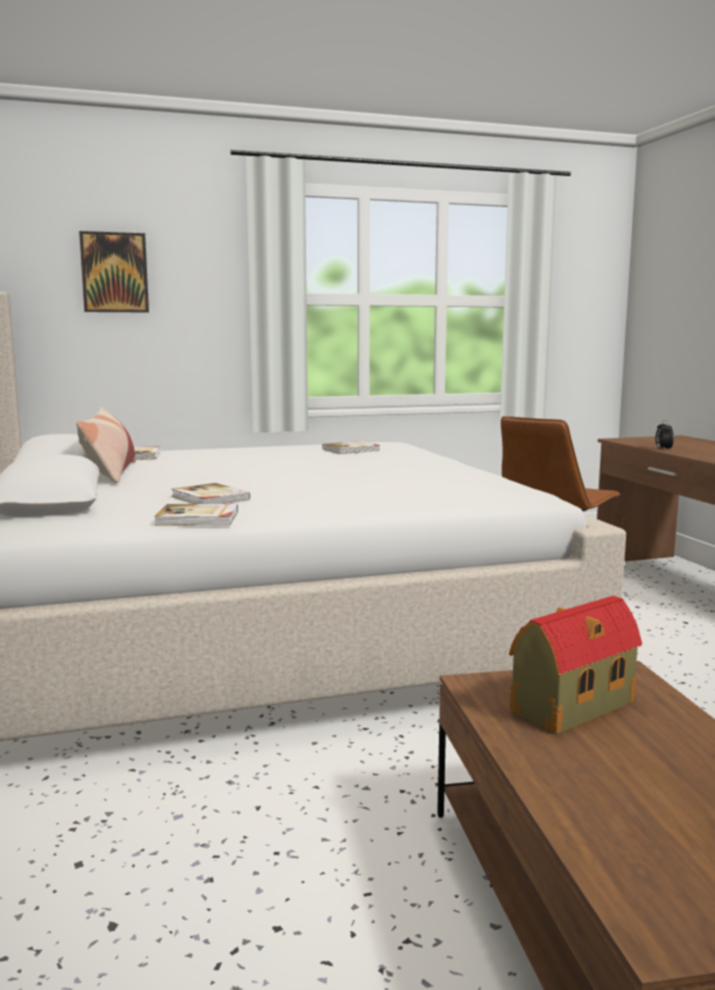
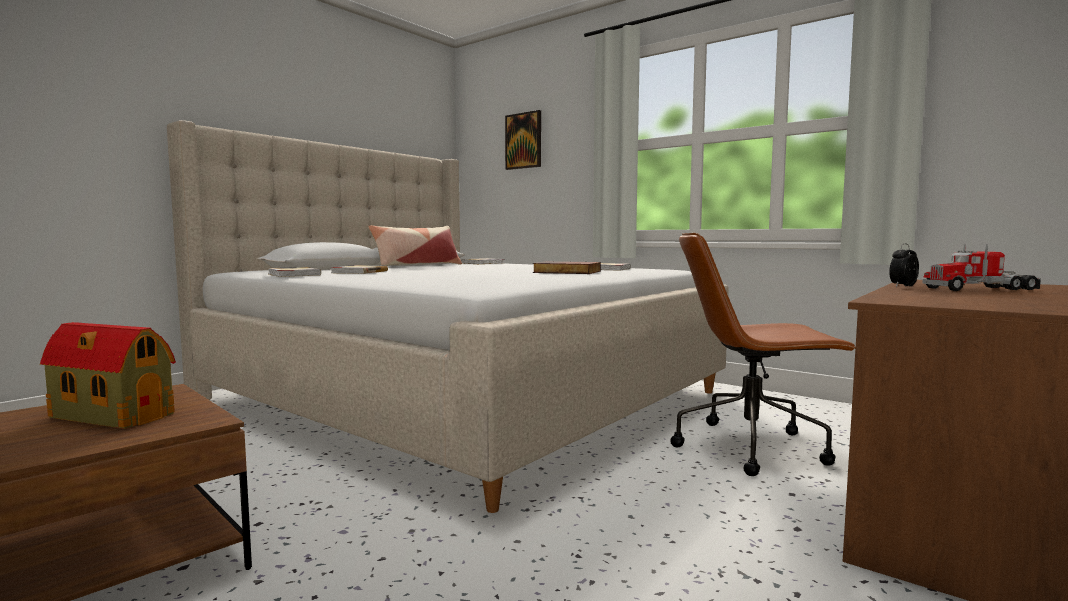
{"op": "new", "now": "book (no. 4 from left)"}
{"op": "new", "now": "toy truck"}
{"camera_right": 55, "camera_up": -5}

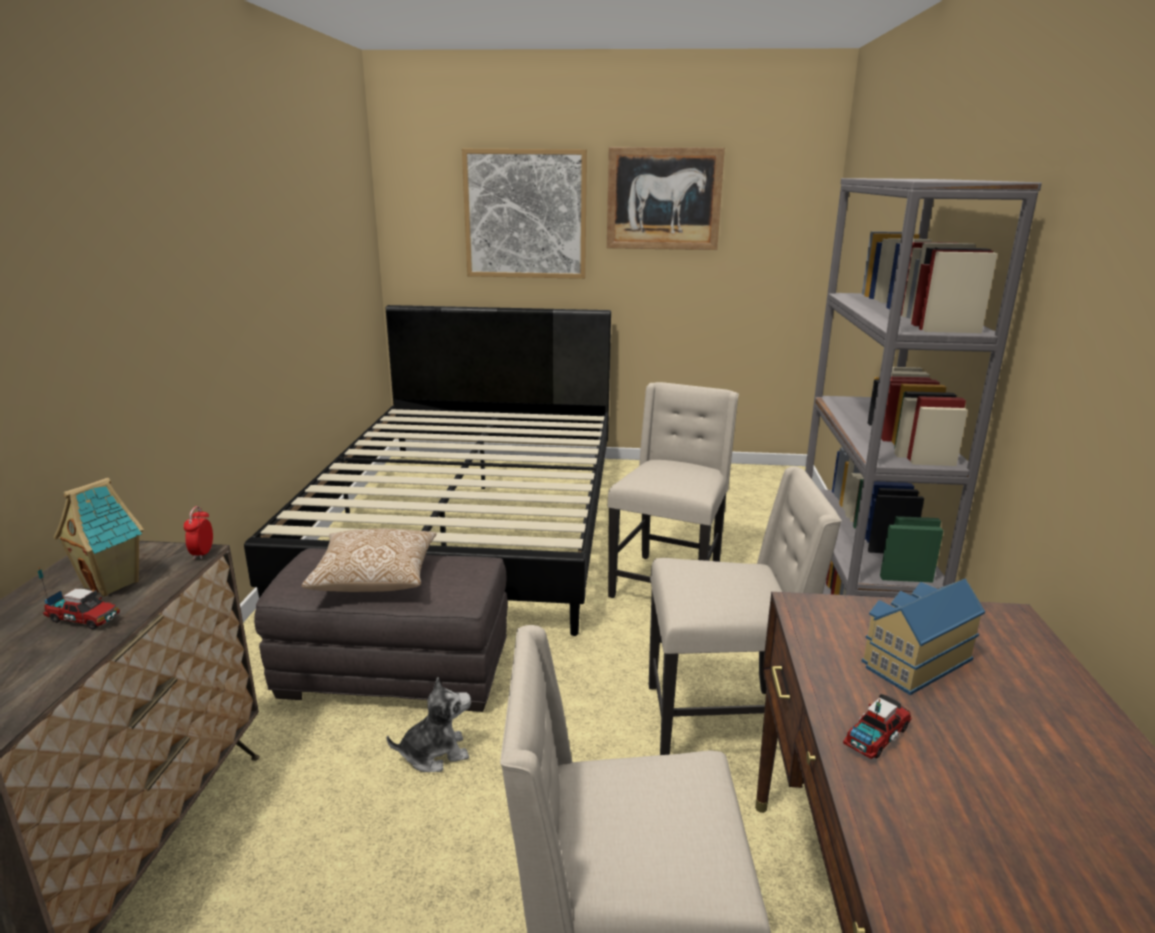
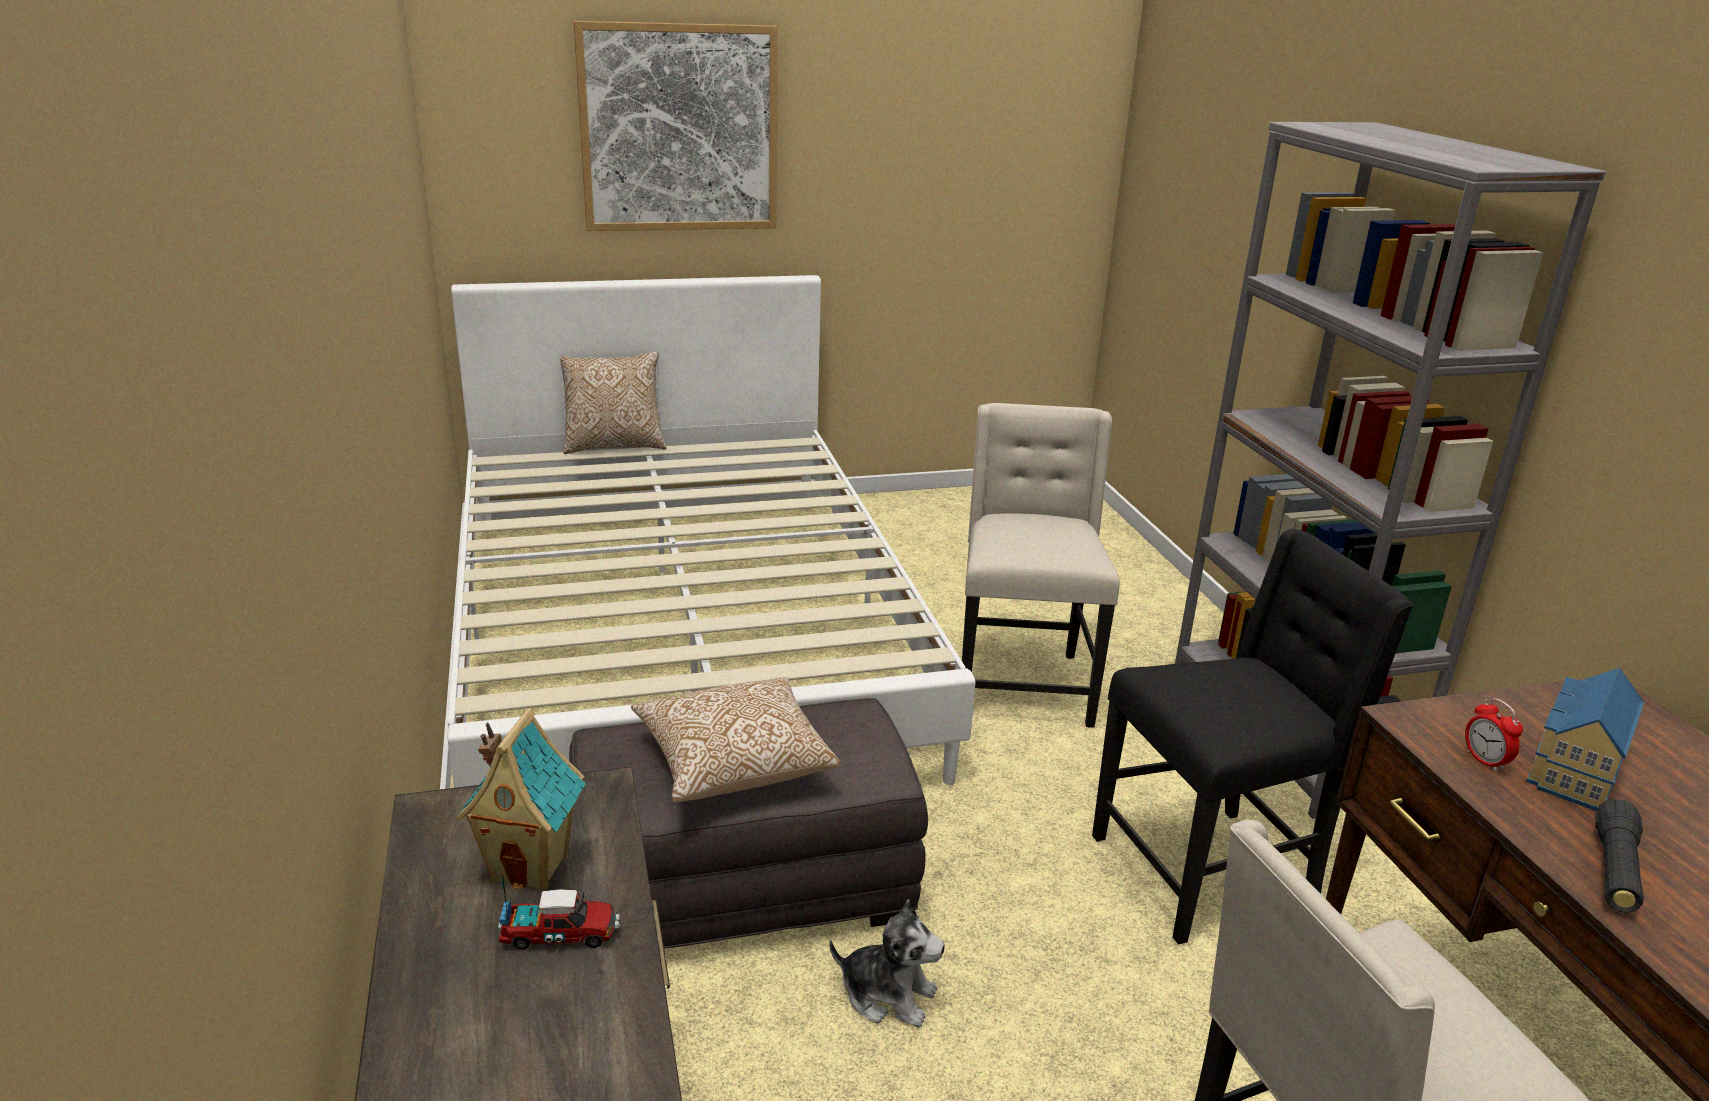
{"op": "repainted", "was": "bed (black)", "now": "bed (white)"}
{"op": "new", "now": "pillow (no. 1 from left)"}
{"op": "rotated", "was": "plush toy", "clockwise": 60}
{"op": "repainted", "was": "chair (beige) (no. 3 from left)", "now": "chair (black)"}
{"op": "shifted", "was": "alarm clock"}
{"op": "swapped", "was": "toy truck (no. 2 from left)", "now": "flashlight (black)"}
{"op": "gone", "was": "picture (no. 2 from left)"}
{"camera_right": -20, "camera_up": 5}

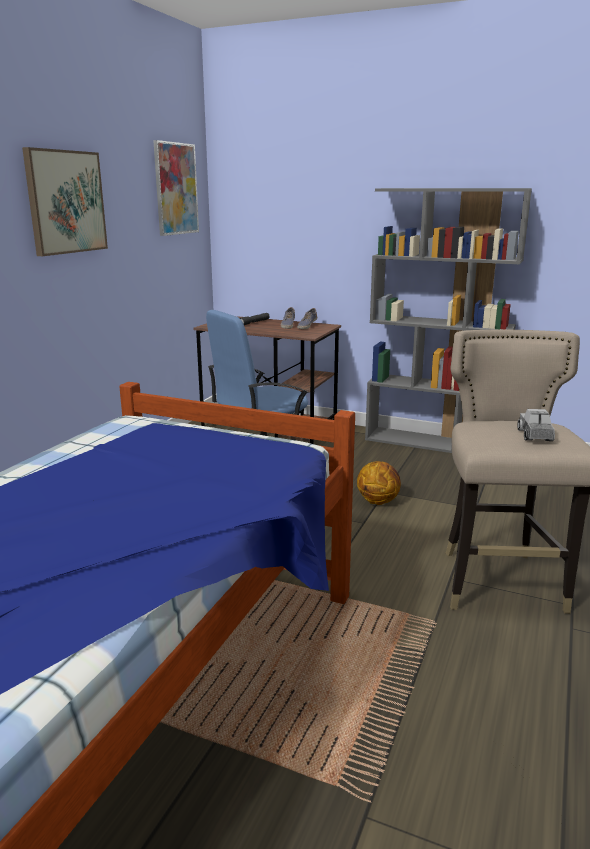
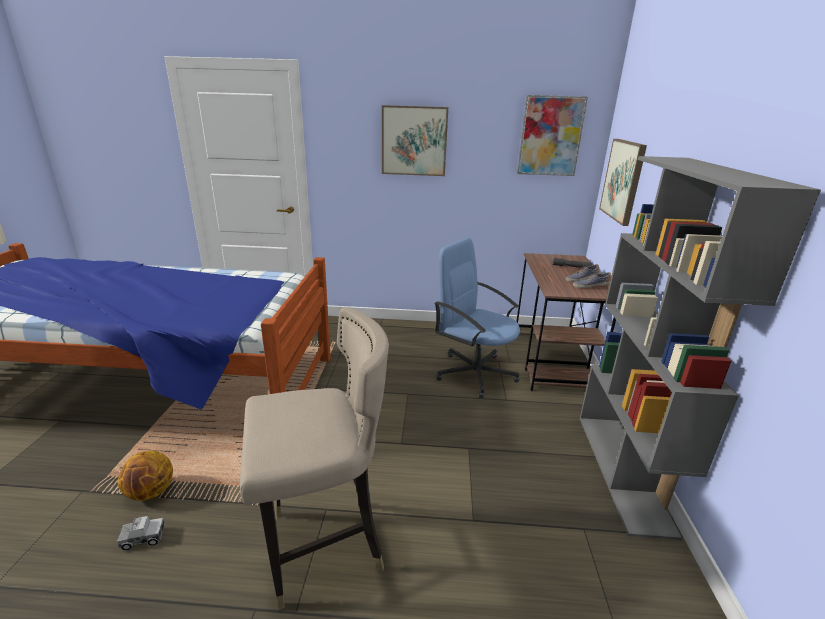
{"op": "shifted", "was": "basketball"}
{"op": "shifted", "was": "toy truck"}
{"op": "new", "now": "picture (no. 3 from left)"}
{"camera_right": 70, "camera_up": 5}

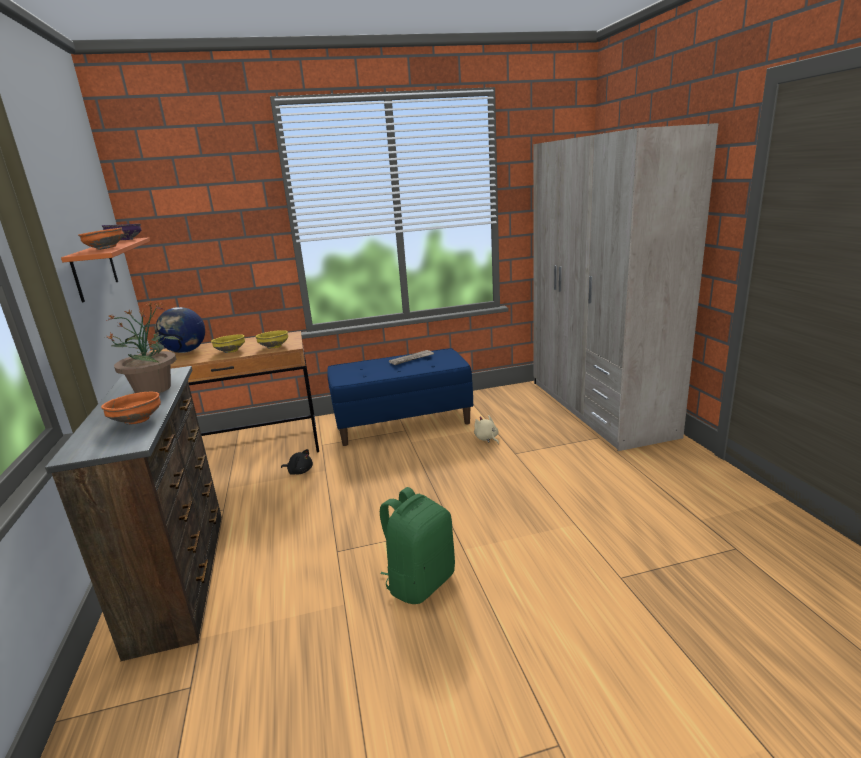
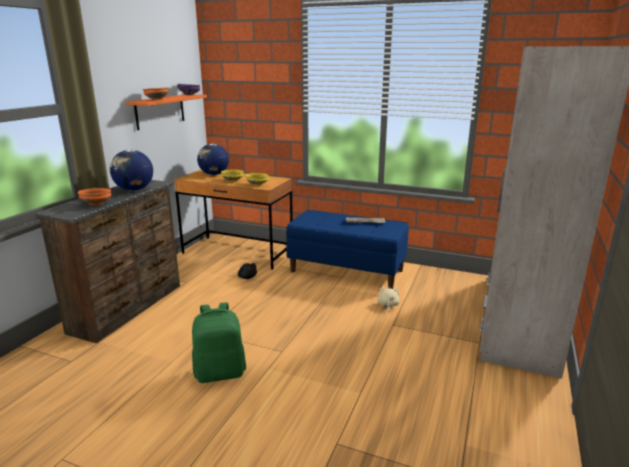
{"op": "swapped", "was": "potted plant", "now": "globe (no. 1 from left)"}
{"camera_right": 35, "camera_up": 0}

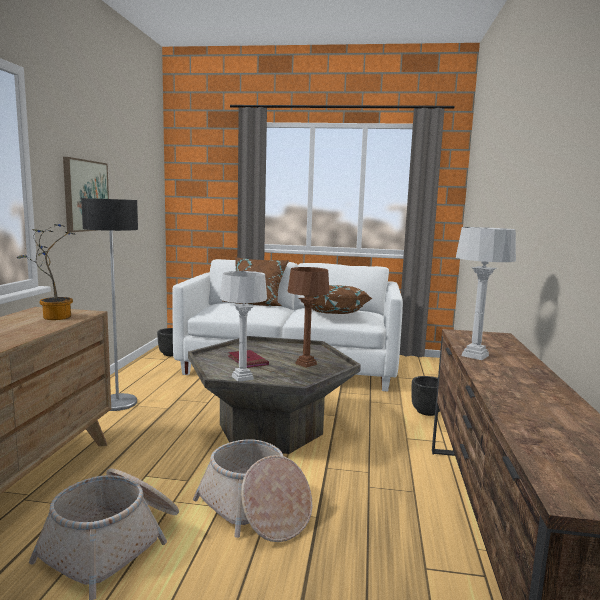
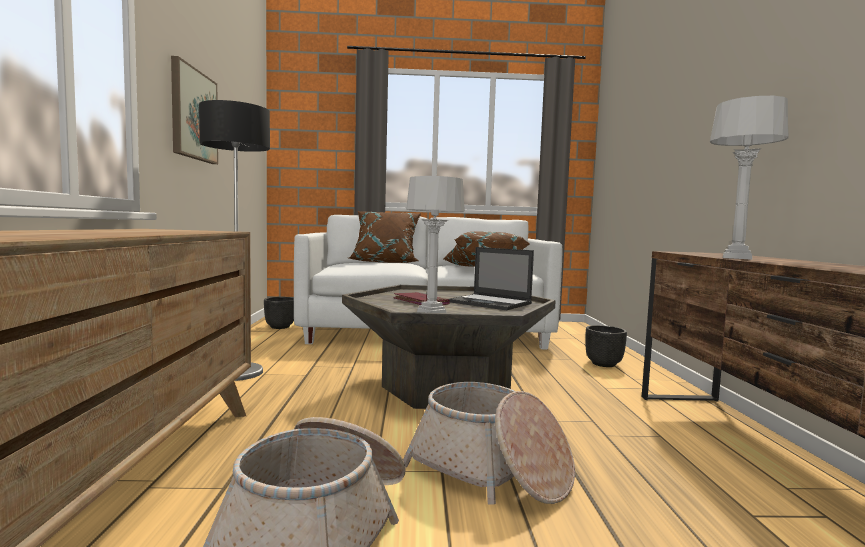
{"op": "swapped", "was": "table lamp (brown)", "now": "laptop"}
{"op": "gone", "was": "potted plant"}
{"camera_right": -10, "camera_up": -5}

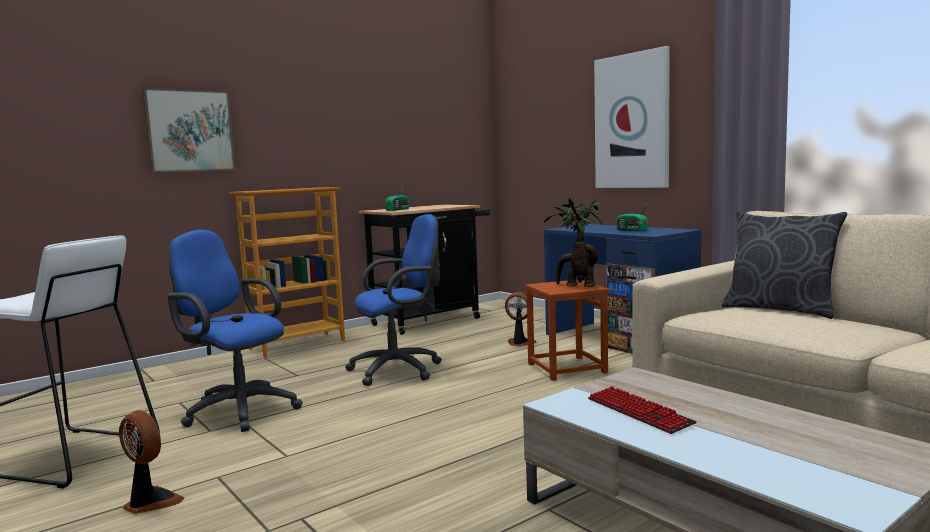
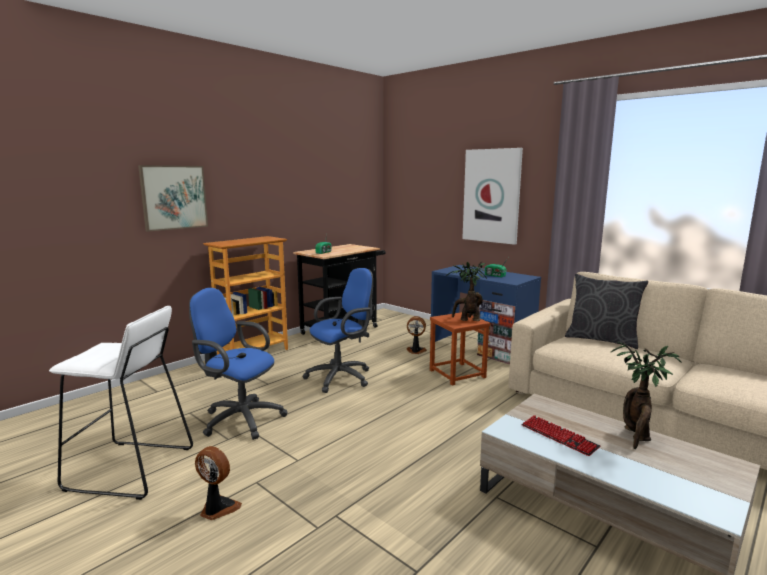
{"op": "new", "now": "potted plant (no. 2 from left)"}
{"camera_right": -10, "camera_up": 5}

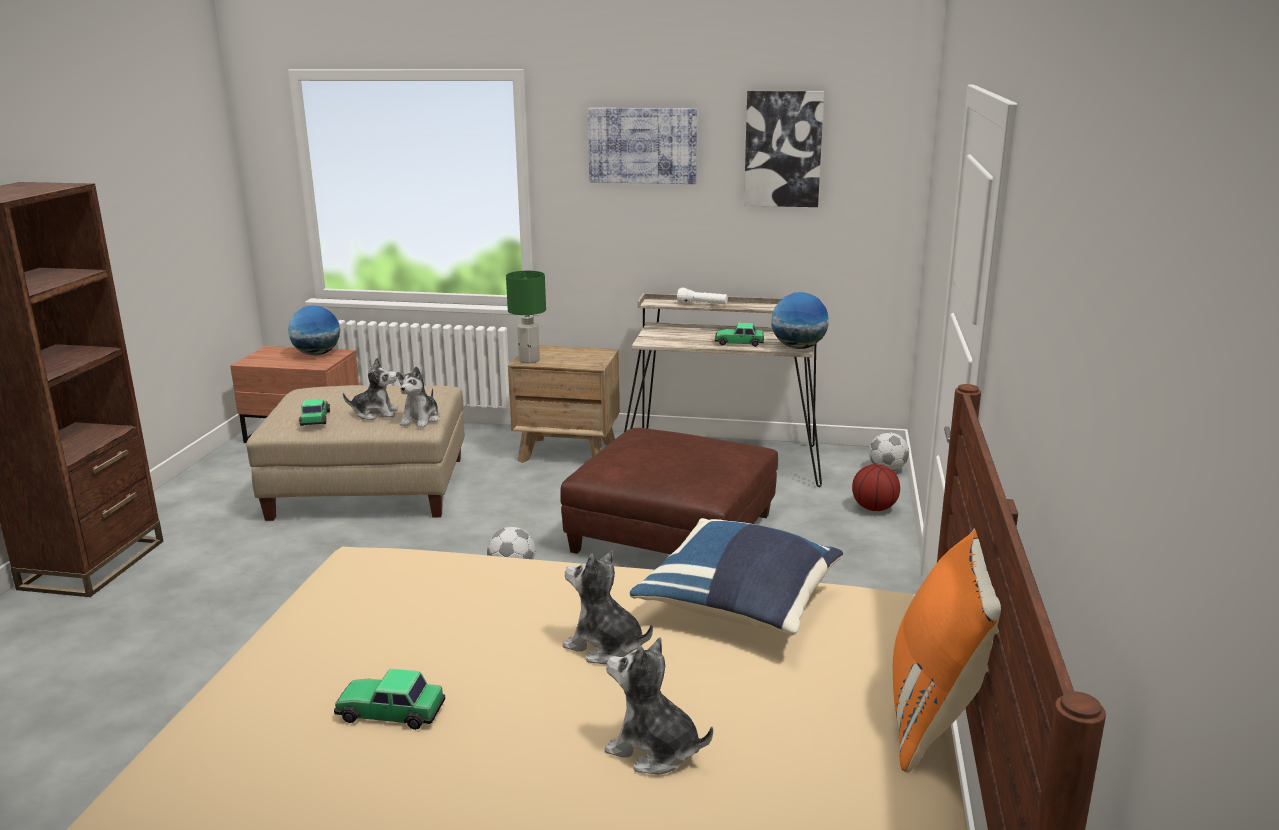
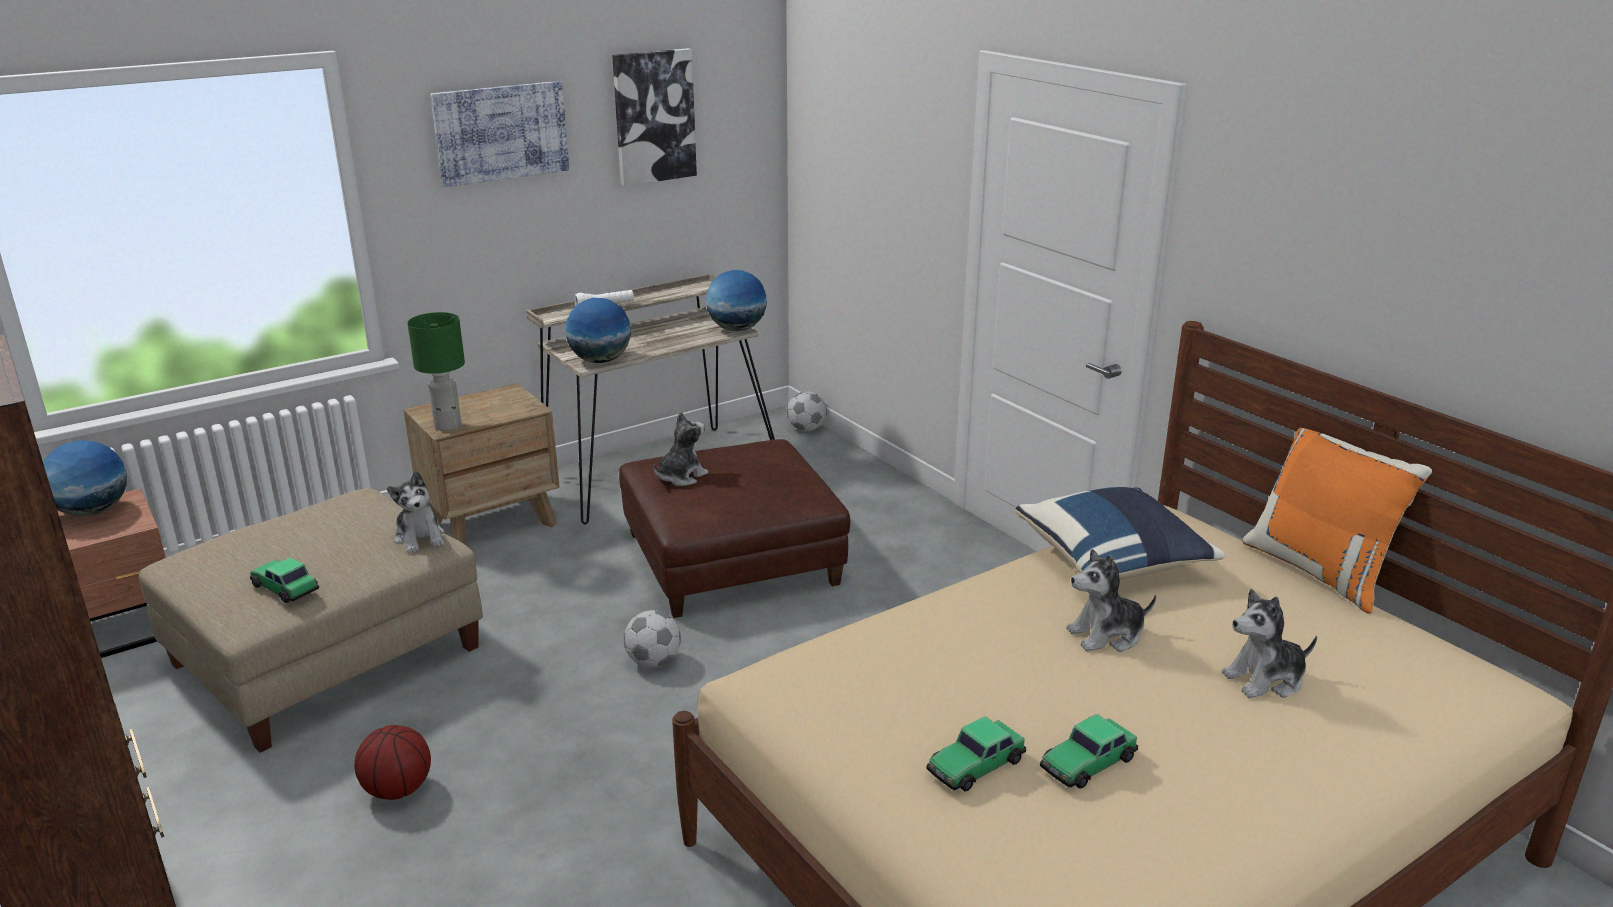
{"op": "shifted", "was": "basketball"}
{"op": "new", "now": "globe (no. 2 from left)"}
{"op": "shifted", "was": "plush toy (no. 1 from left in the first image)", "now": "plush toy (no. 2 from left)"}
{"op": "shifted", "was": "toy car (no. 3 from left in the first image)", "now": "toy car (no. 2 from left)"}
{"camera_right": -45, "camera_up": 5}

